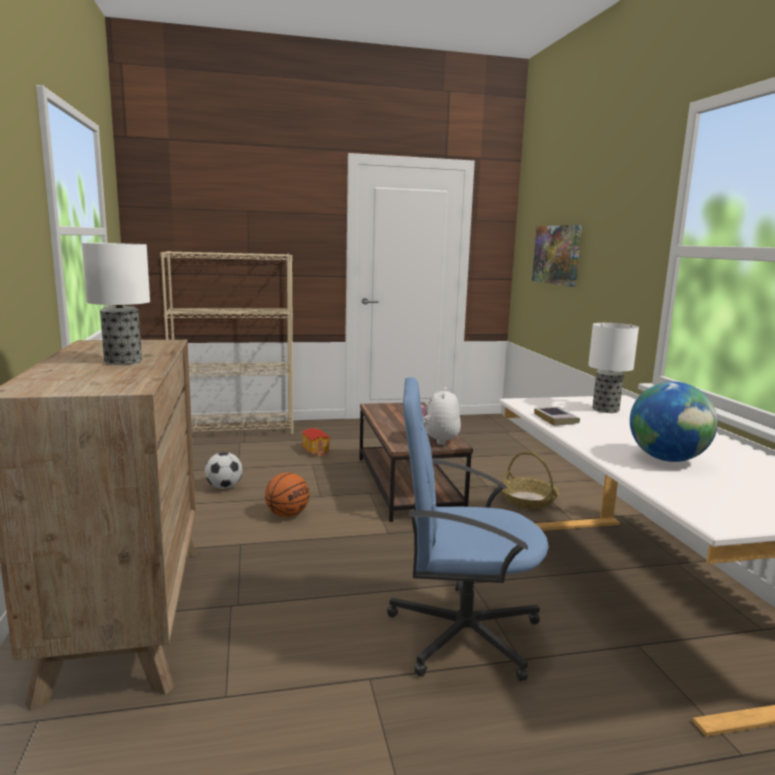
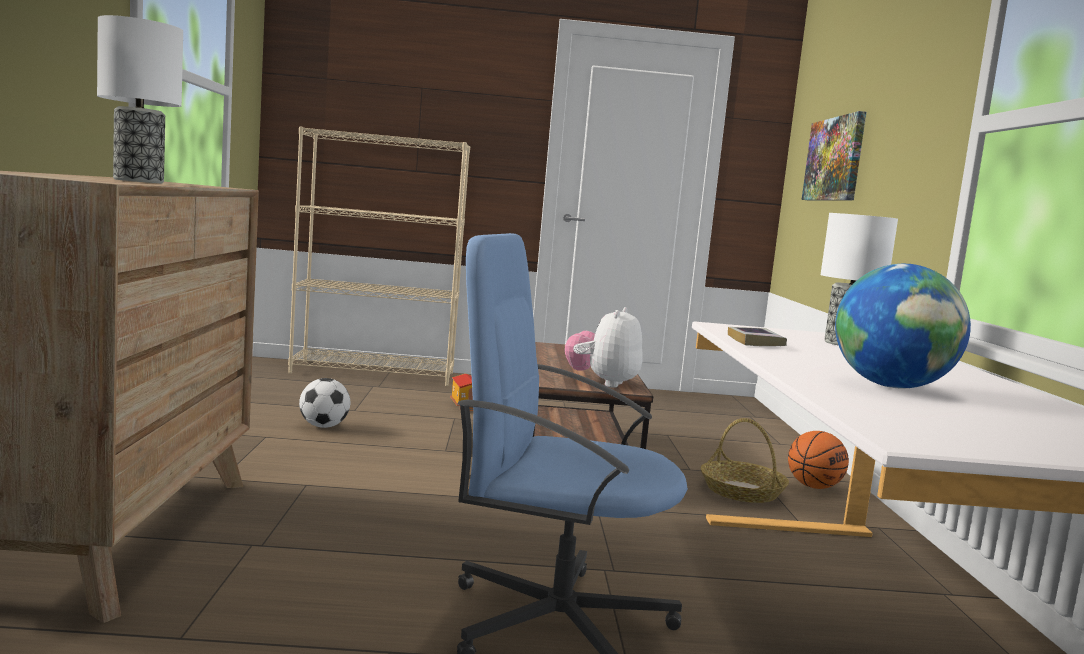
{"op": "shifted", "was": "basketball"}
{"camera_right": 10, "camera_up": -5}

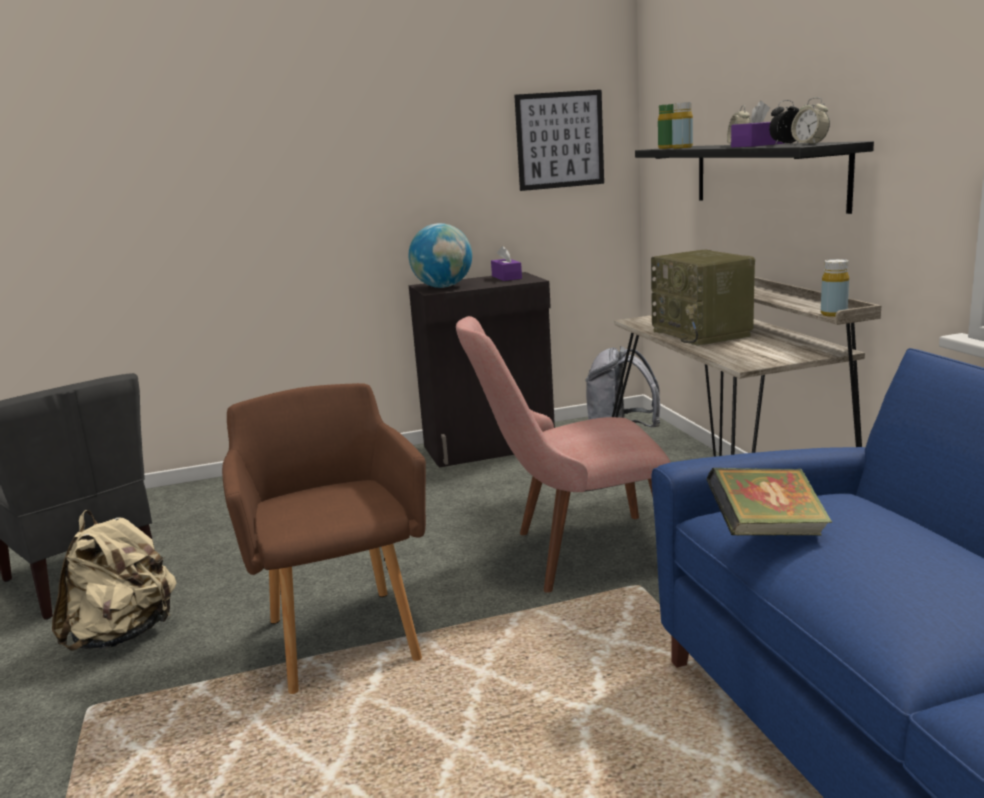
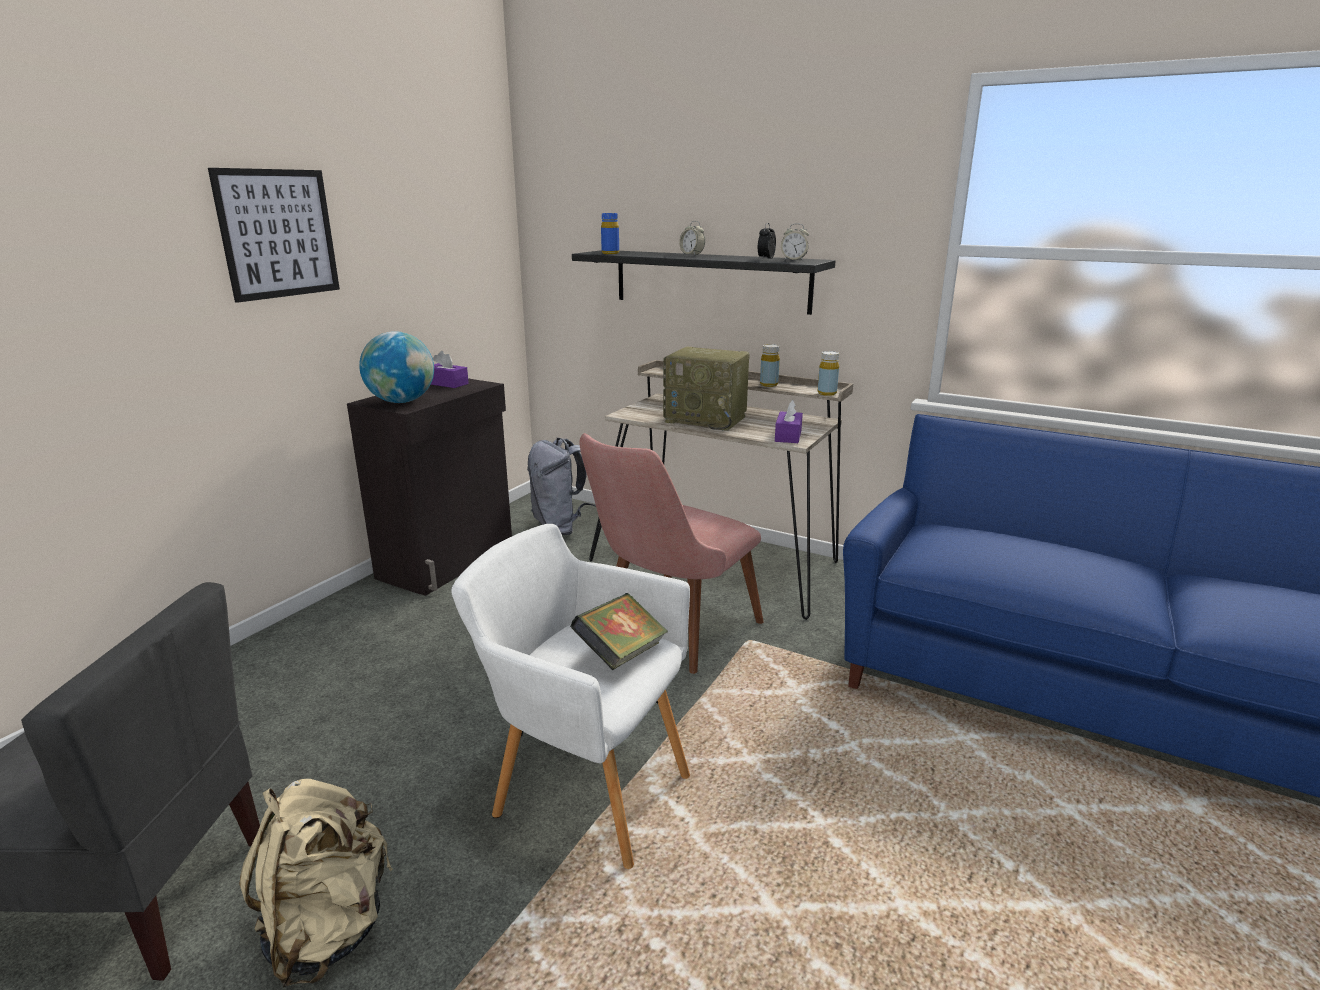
{"op": "shifted", "was": "picture"}
{"op": "repainted", "was": "armchair (brown)", "now": "armchair (white)"}
{"op": "shifted", "was": "book"}
{"op": "repainted", "was": "bottle (green)", "now": "bottle (blue)"}
{"op": "shifted", "was": "bottle (yellow) (no. 1 from left)"}
{"op": "shifted", "was": "tissue box (purple) (no. 2 from left)"}
{"camera_right": -45, "camera_up": 5}

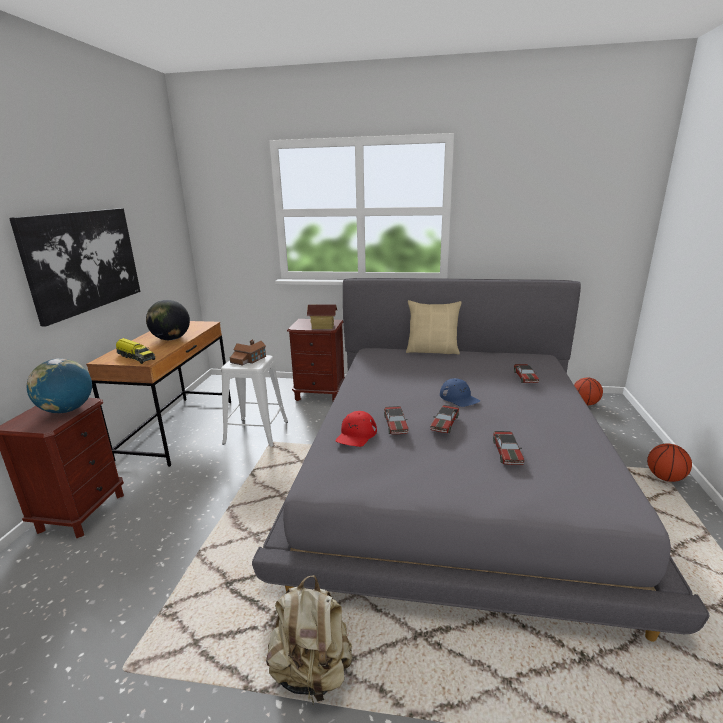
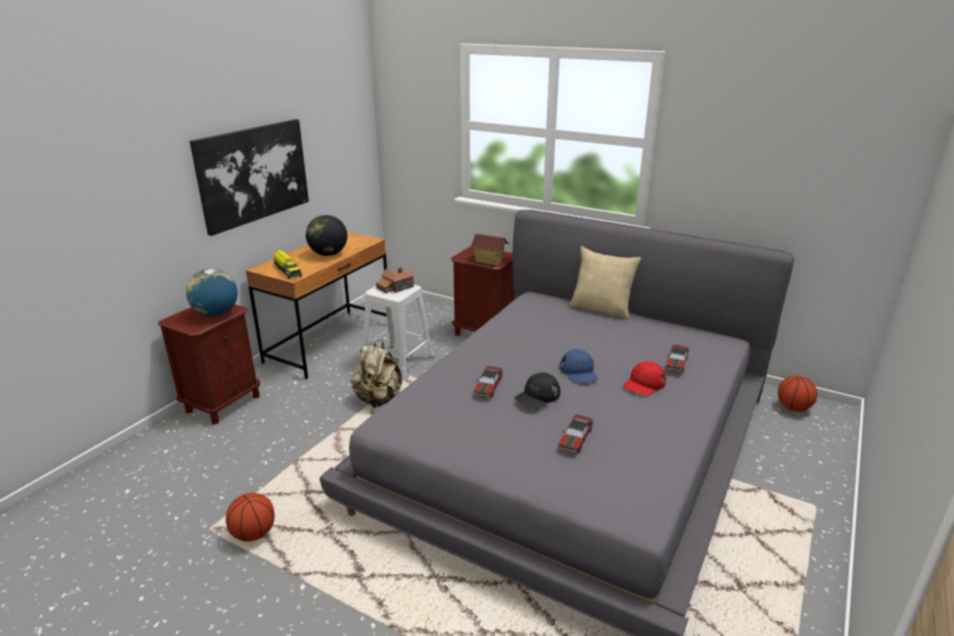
{"op": "shifted", "was": "basketball (no. 2 from left in the first image)", "now": "basketball (no. 1 from left)"}
{"op": "shifted", "was": "backpack (beige)"}
{"op": "swapped", "was": "toy car (no. 2 from left)", "now": "cap (black)"}
{"op": "shifted", "was": "cap (red)"}
{"camera_right": 20, "camera_up": 5}

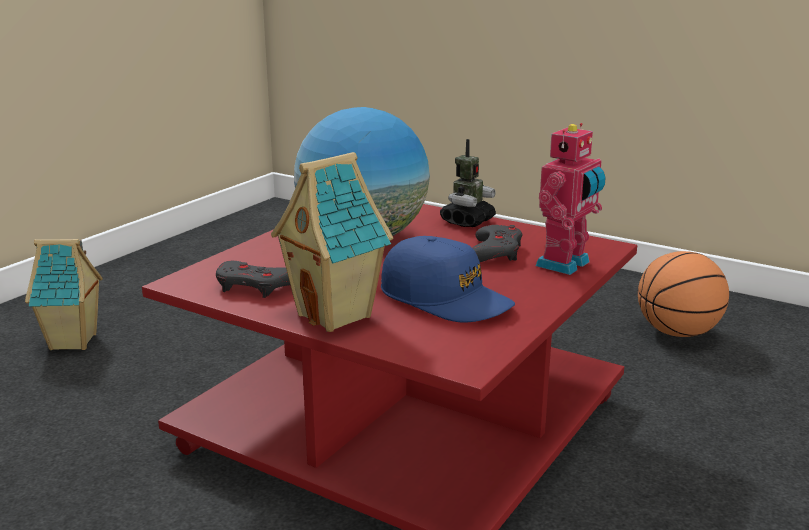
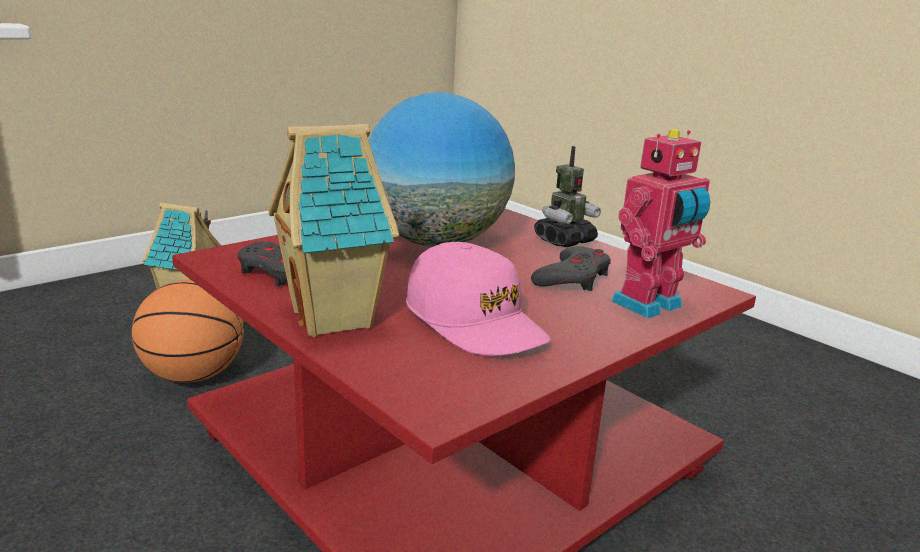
{"op": "shifted", "was": "basketball"}
{"op": "repainted", "was": "cap (blue)", "now": "cap (pink)"}
{"camera_right": 15, "camera_up": 0}

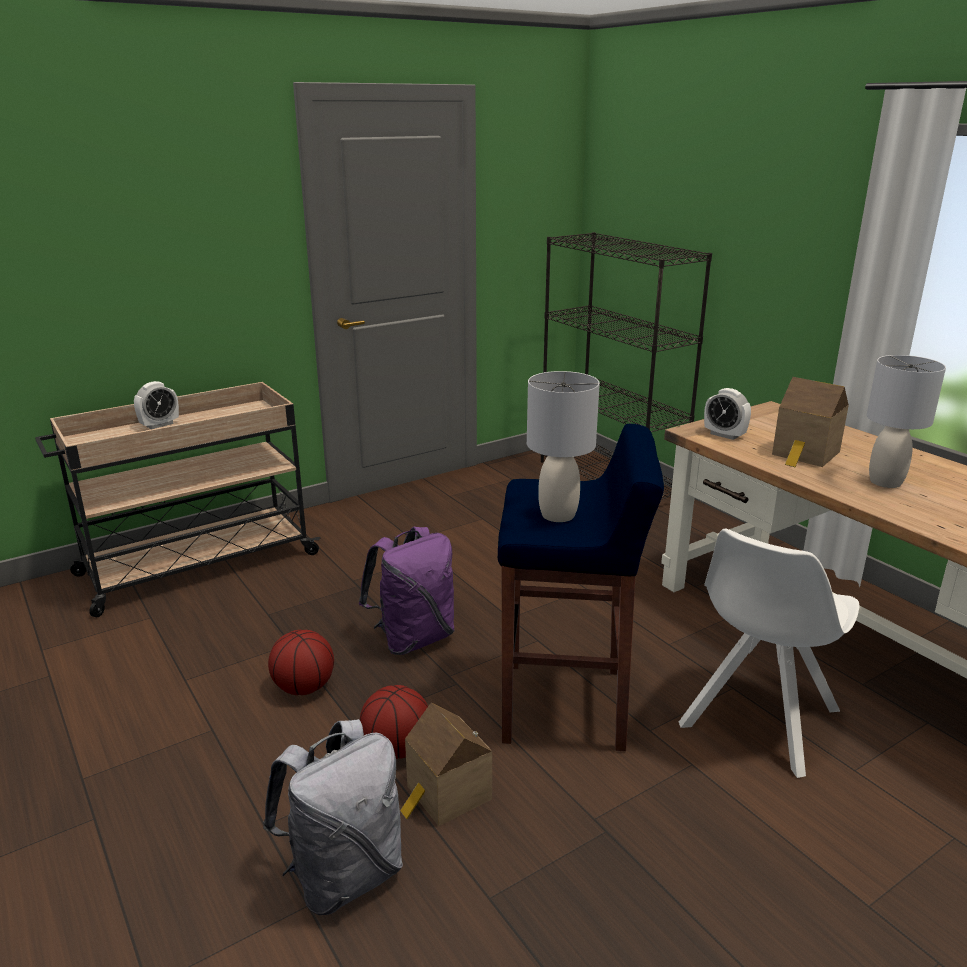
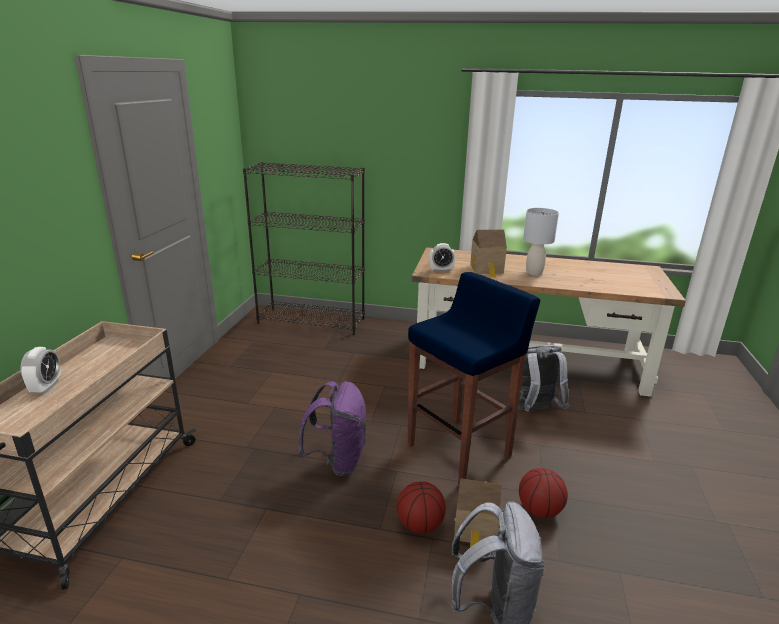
{"op": "swapped", "was": "chair (white)", "now": "backpack (grey) (no. 2 from left)"}
{"op": "shifted", "was": "basketball (no. 1 from left in the first image)", "now": "basketball (no. 2 from left)"}
{"op": "gone", "was": "table lamp (grey) (no. 1 from left)"}
{"camera_right": -45, "camera_up": 0}

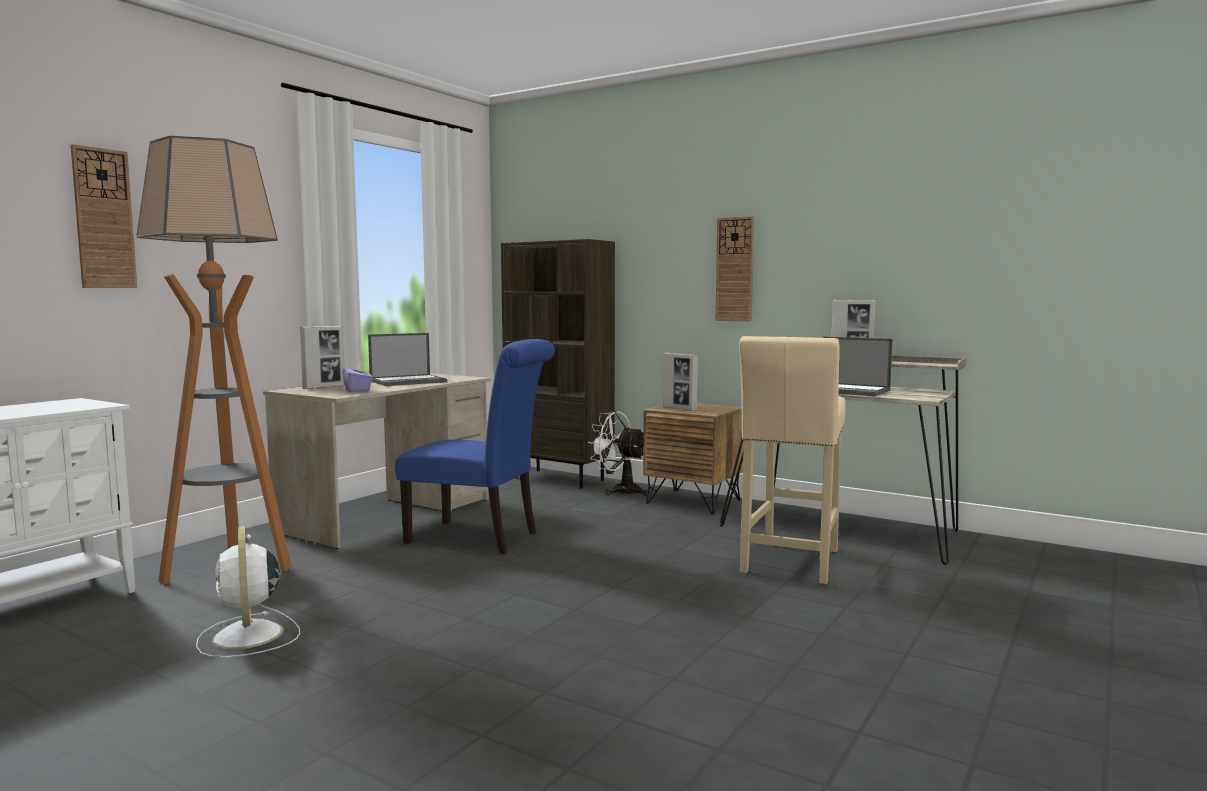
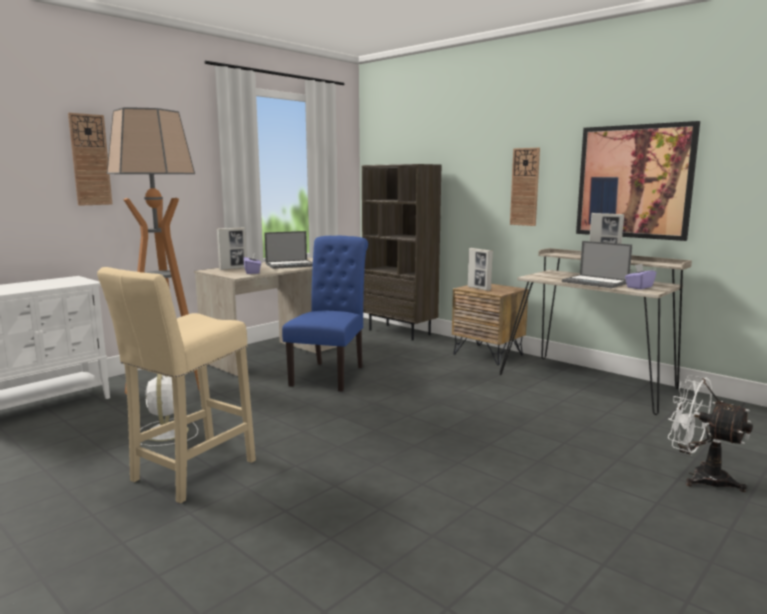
{"op": "shifted", "was": "stool (beige)"}
{"op": "rotated", "was": "chair (blue)", "clockwise": -105}
{"op": "new", "now": "picture"}
{"op": "new", "now": "tissue box (purple) (no. 2 from left)"}
{"op": "shifted", "was": "fan (white) (no. 2 from left)"}
{"camera_right": 10, "camera_up": 5}

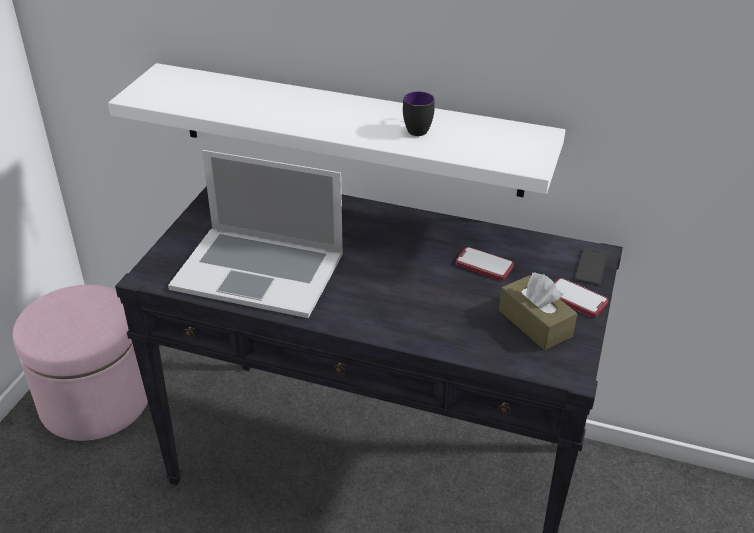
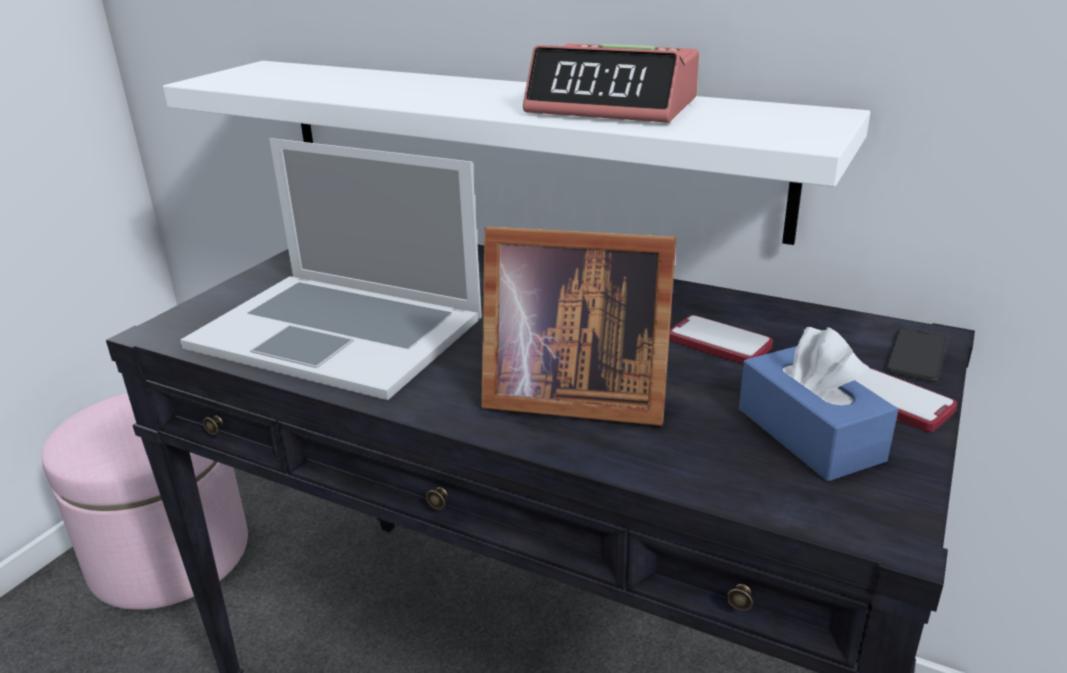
{"op": "new", "now": "picture frame"}
{"op": "swapped", "was": "mug", "now": "alarm clock"}
{"op": "repainted", "was": "tissue box (brown)", "now": "tissue box (blue)"}
{"camera_right": 10, "camera_up": -10}

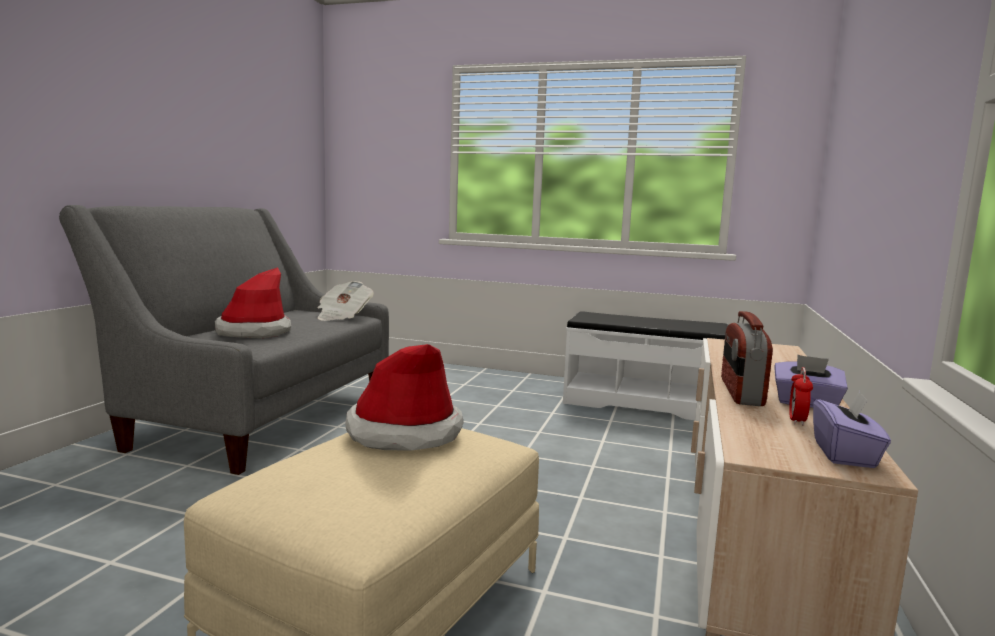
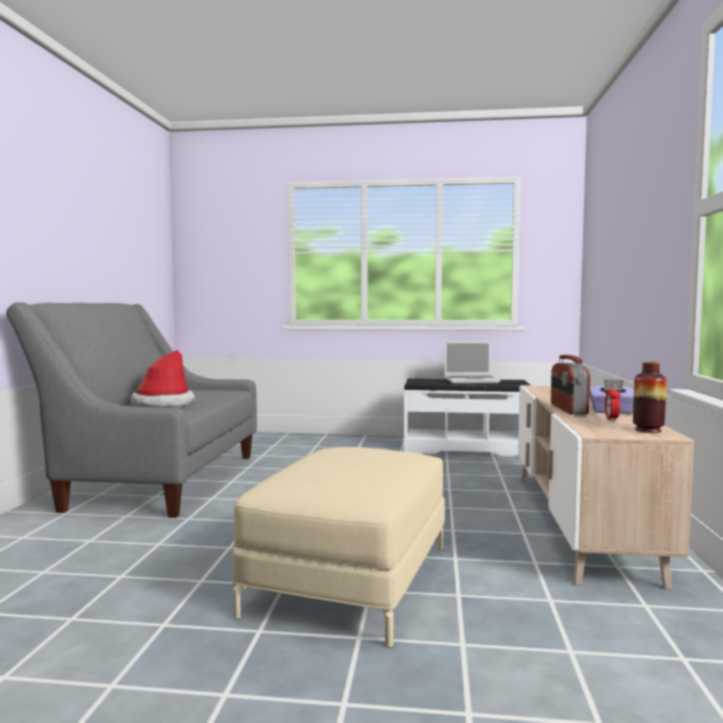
{"op": "new", "now": "laptop"}
{"op": "swapped", "was": "tissue box (purple) (no. 2 from left)", "now": "vase"}
{"op": "gone", "was": "newspaper"}
{"op": "gone", "was": "hat (no. 2 from left)"}
{"camera_right": -10, "camera_up": -5}

